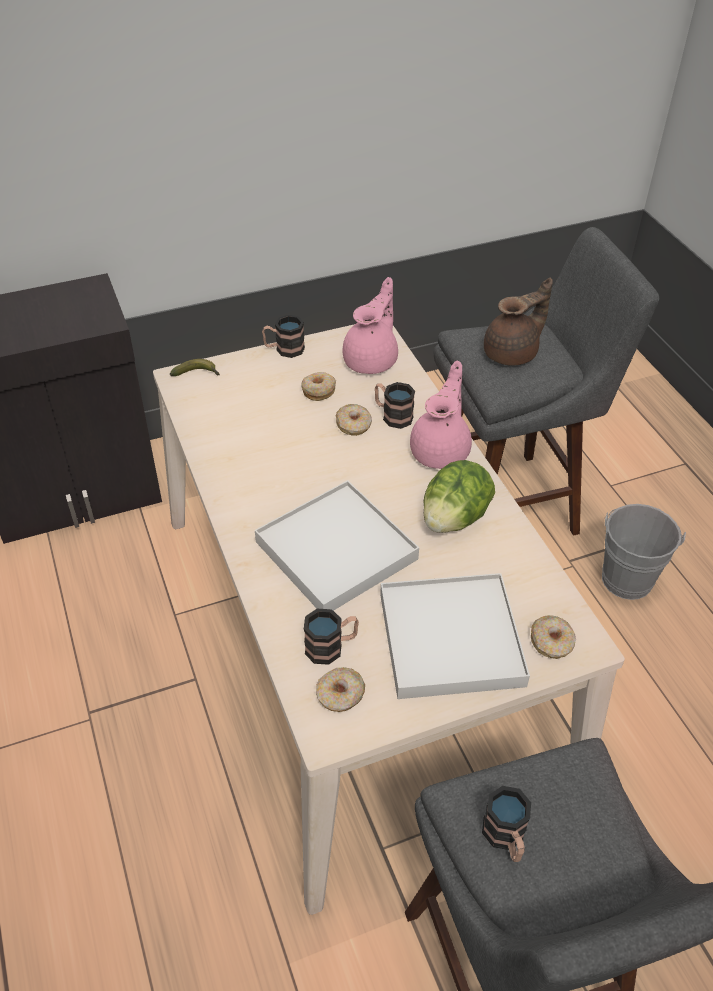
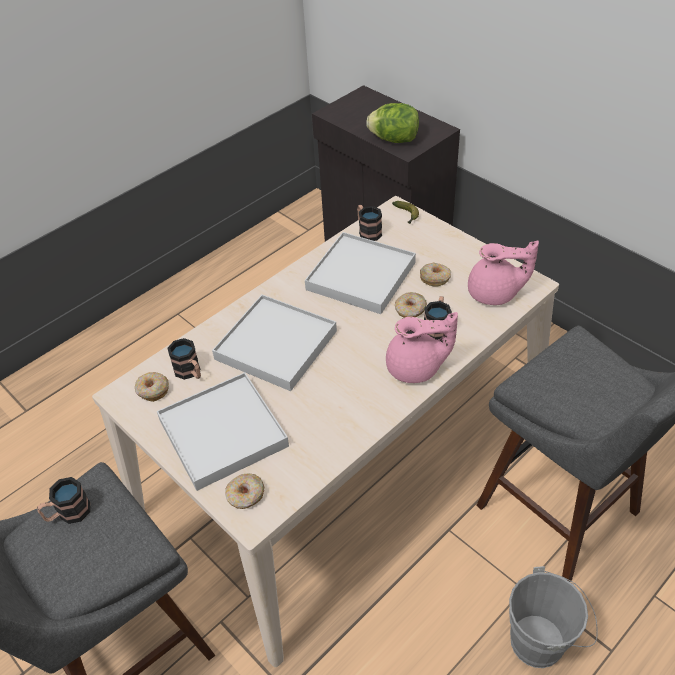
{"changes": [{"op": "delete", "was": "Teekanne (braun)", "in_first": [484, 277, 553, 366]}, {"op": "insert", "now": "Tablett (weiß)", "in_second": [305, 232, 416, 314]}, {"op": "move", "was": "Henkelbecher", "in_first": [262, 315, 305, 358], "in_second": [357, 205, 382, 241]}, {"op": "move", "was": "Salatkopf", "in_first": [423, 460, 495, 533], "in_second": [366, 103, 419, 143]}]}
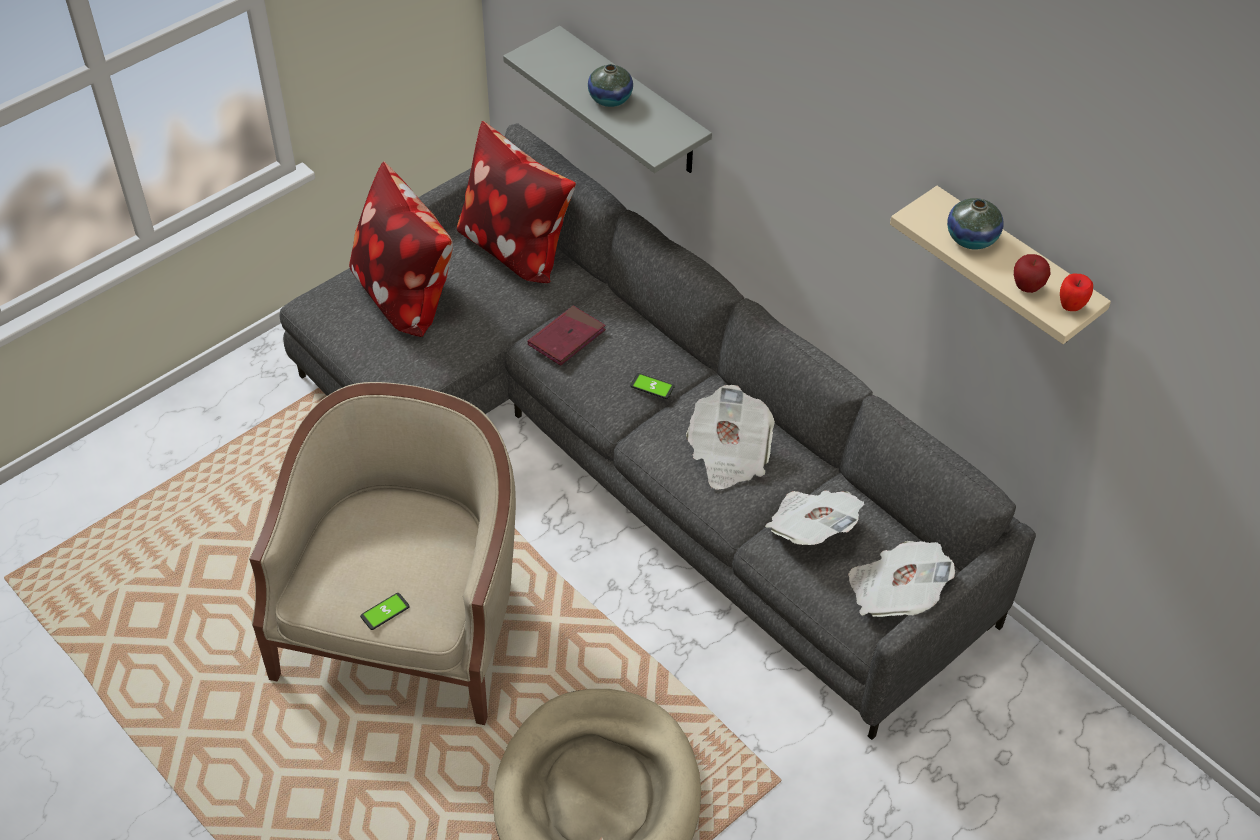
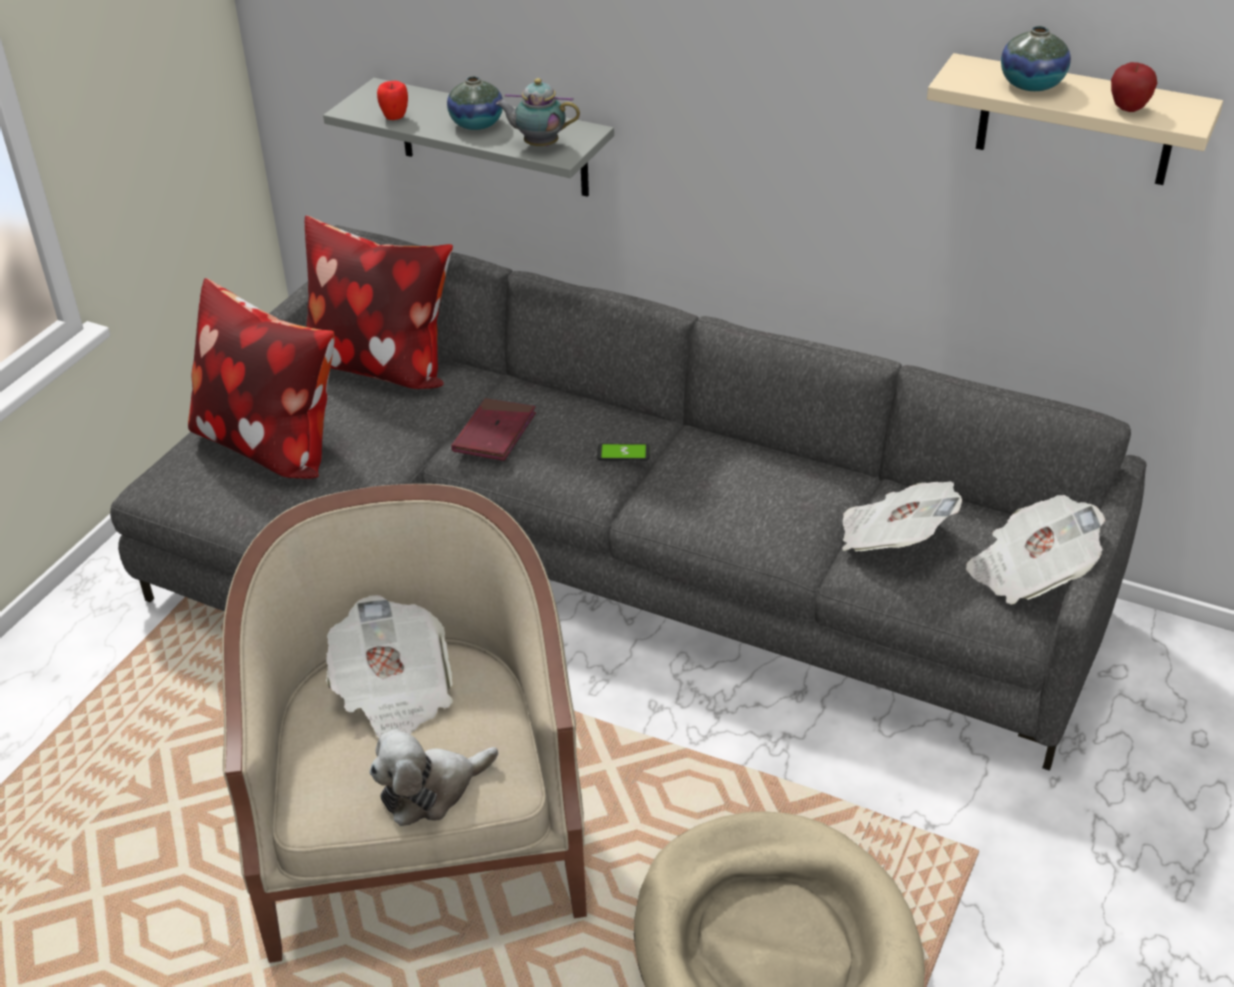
{"changes": [{"op": "insert", "now": "Teekanne", "in_second": [496, 78, 580, 146]}, {"op": "move", "was": "Zeitung", "in_first": [686, 385, 775, 490], "in_second": [326, 595, 453, 738]}, {"op": "move", "was": "Apfel", "in_first": [1060, 273, 1093, 311], "in_second": [377, 81, 408, 120]}, {"op": "replace", "was": "Handy", "now": "Plüschtier", "in_first": [360, 593, 410, 630], "in_second": [369, 729, 498, 826]}]}
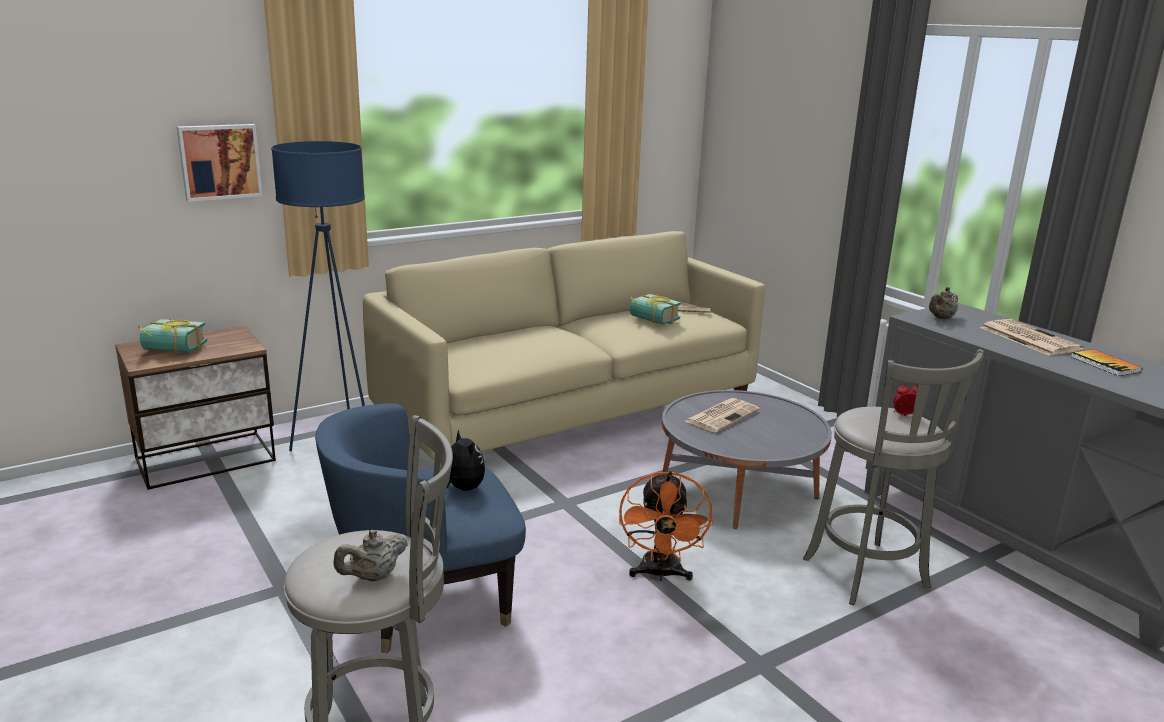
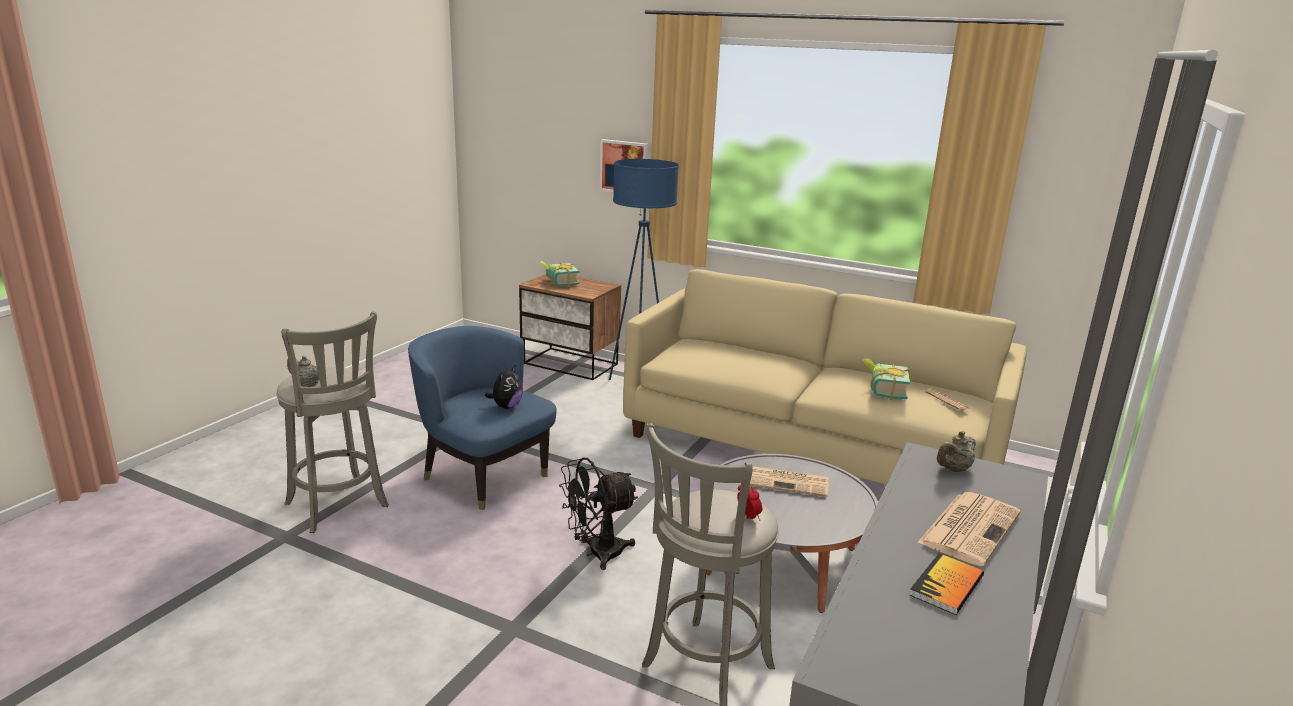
{"changes": [{"op": "recolor", "was": "Ventilator (orange)", "now": "Ventilator (schwarz)", "in_first": [619, 471, 713, 581], "in_second": [559, 458, 638, 570]}, {"op": "rotate", "was": "Teekanne (beige)", "in_first": [929, 287, 958, 319], "in_second": [937, 431, 976, 472], "clockwise": -60}]}
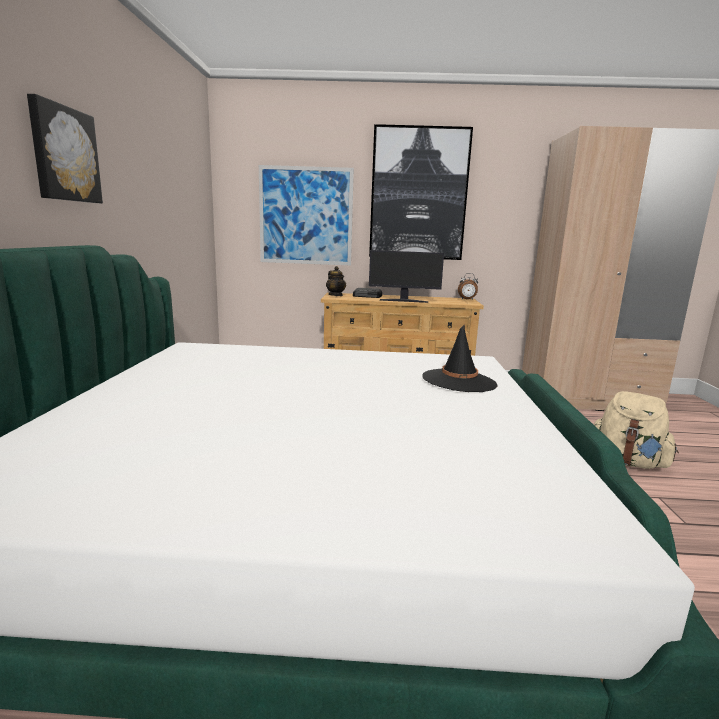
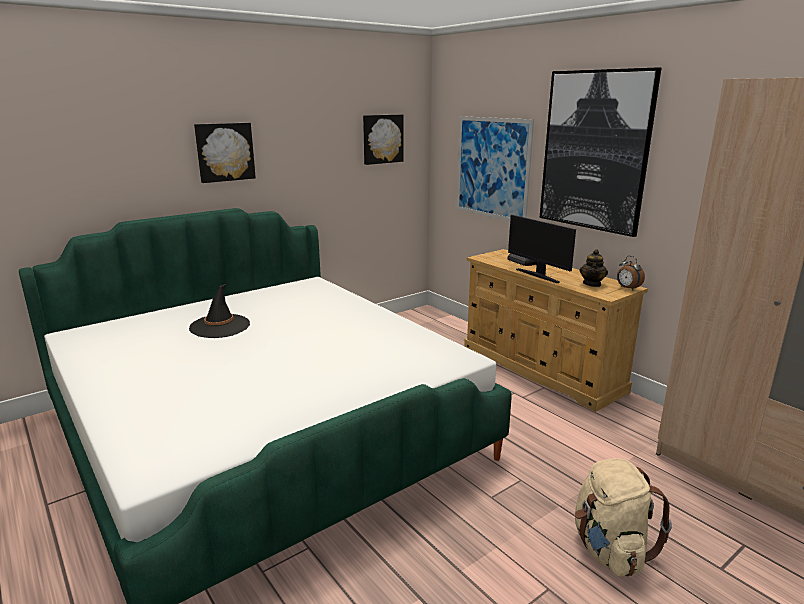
{"changes": [{"op": "insert", "now": "Bild", "in_second": [363, 114, 404, 165]}, {"op": "move", "was": "Teekanne", "in_first": [326, 266, 346, 296], "in_second": [579, 249, 608, 287]}, {"op": "move", "was": "Hut (schwarz)", "in_first": [422, 324, 497, 392], "in_second": [189, 284, 250, 338]}]}
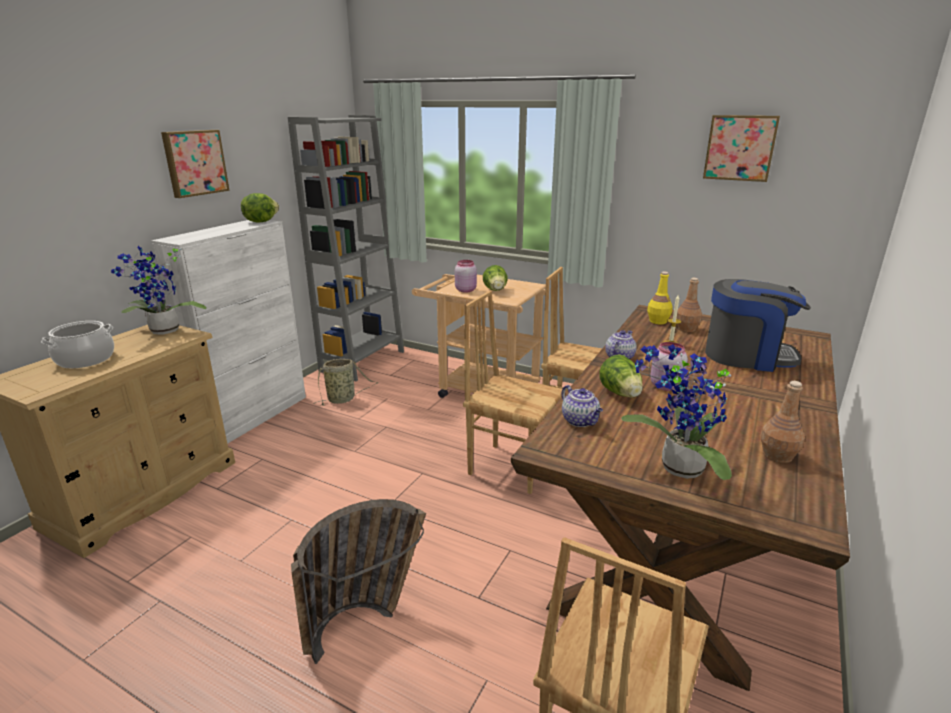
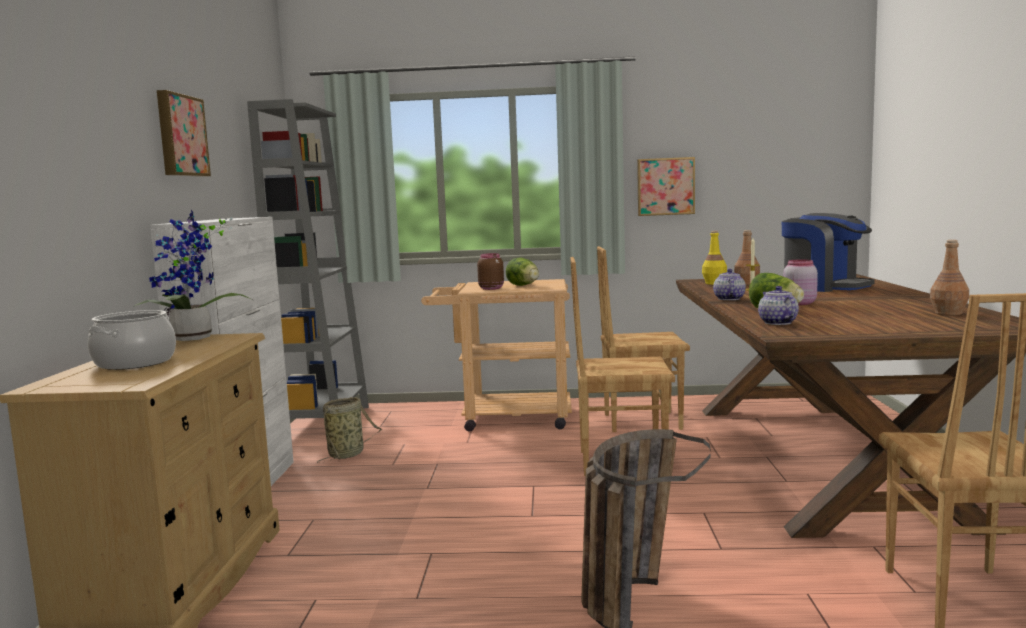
{"changes": [{"op": "delete", "was": "Salatkopf", "in_first": [241, 193, 279, 222]}, {"op": "delete", "was": "Topfpflanze", "in_first": [621, 344, 732, 480]}, {"op": "move", "was": "Bild", "in_first": [703, 115, 780, 182], "in_second": [637, 157, 695, 216]}, {"op": "recolor", "was": "Vorratsglas (rosa)", "now": "Vorratsglas (braun)", "in_first": [455, 260, 477, 293], "in_second": [477, 253, 504, 290]}, {"op": "rotate", "was": "Teekanne", "in_first": [562, 385, 603, 427], "in_second": [758, 286, 799, 325], "clockwise": -135}, {"op": "rotate", "was": "Kaffeemaschine", "in_first": [705, 279, 811, 372], "in_second": [782, 213, 875, 292], "clockwise": 60}]}
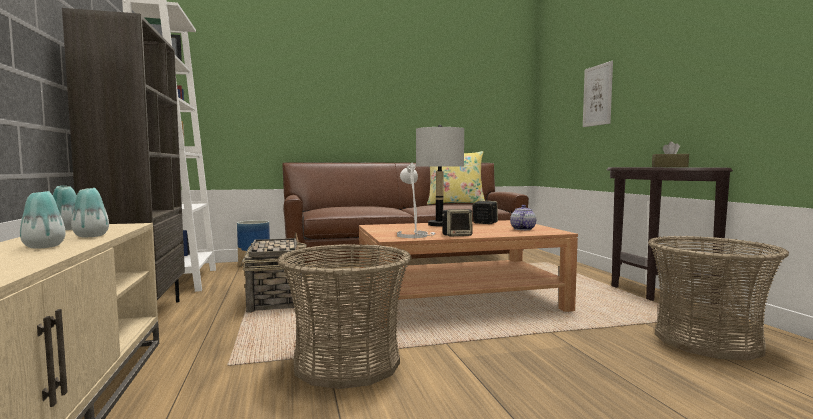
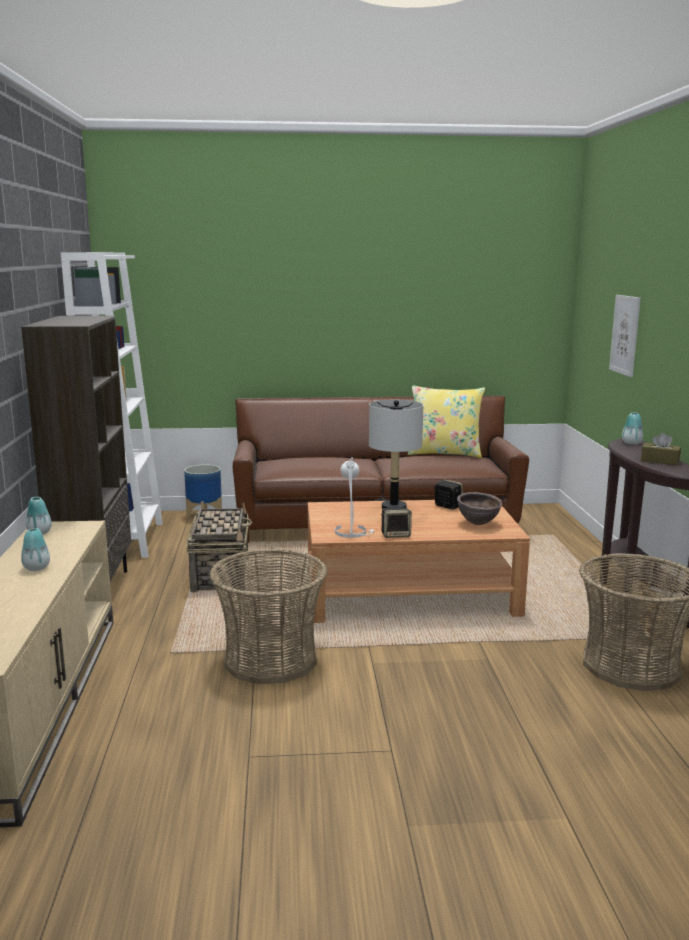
{"changes": [{"op": "move", "was": "Vase", "in_first": [71, 188, 109, 237], "in_second": [622, 412, 643, 445]}, {"op": "replace", "was": "Teekanne", "now": "Schüssel (braun)", "in_first": [510, 205, 536, 230], "in_second": [457, 492, 502, 525]}]}
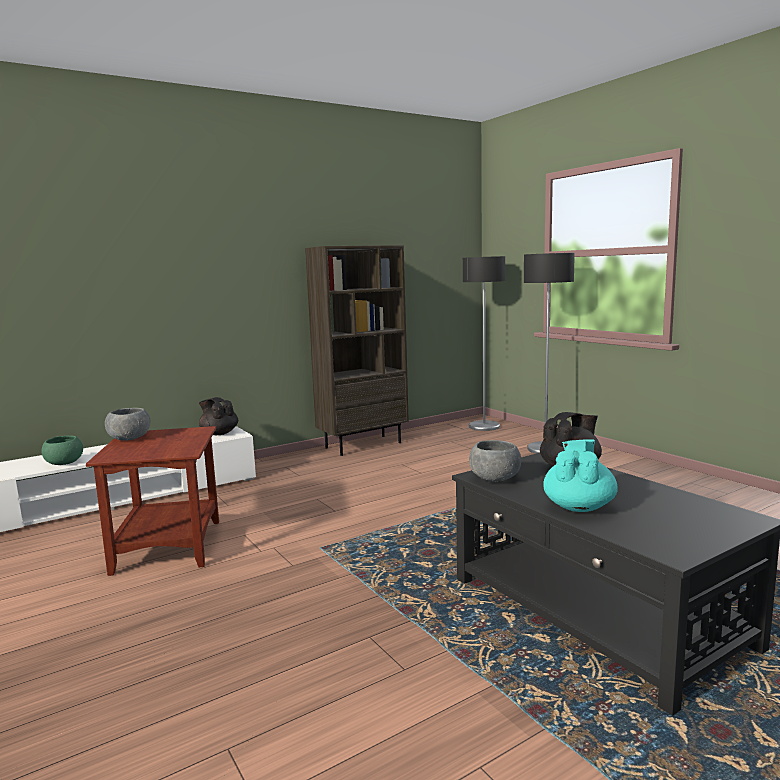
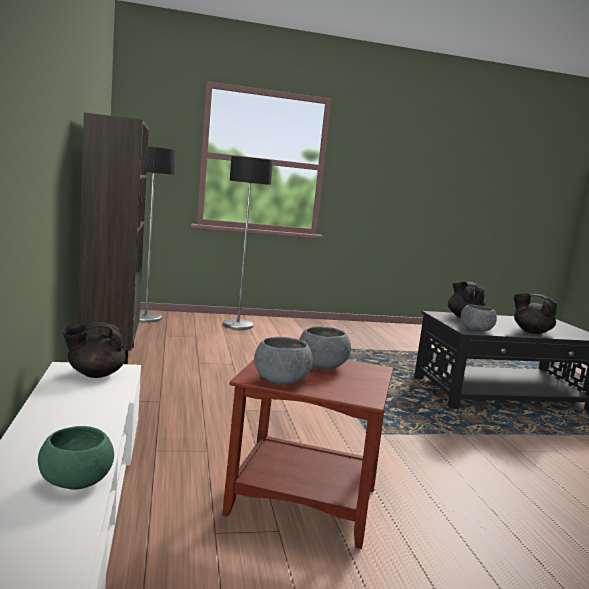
{"changes": [{"op": "insert", "now": "Schüssel (grau)", "in_second": [299, 326, 351, 369]}, {"op": "recolor", "was": "Teekanne (türkis)", "now": "Teekanne (schwarz)", "in_first": [543, 439, 618, 512], "in_second": [513, 293, 557, 334]}]}
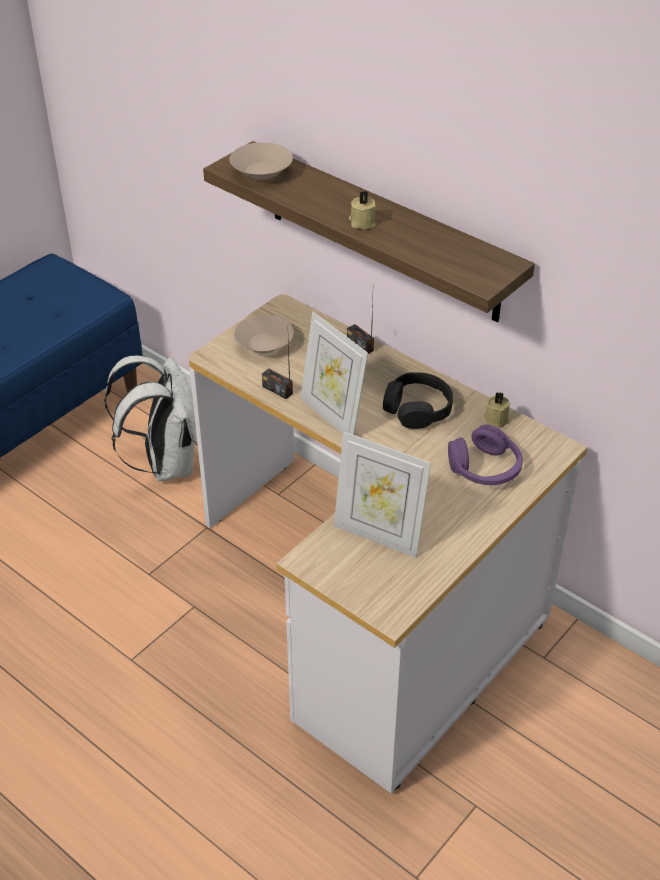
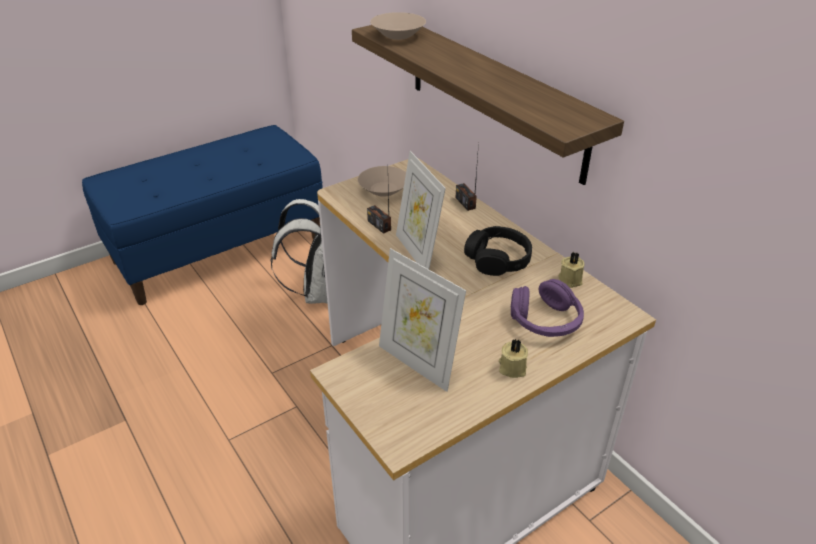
{"changes": [{"op": "move", "was": "Kerze (beige)", "in_first": [349, 191, 376, 229], "in_second": [499, 339, 528, 378]}]}
